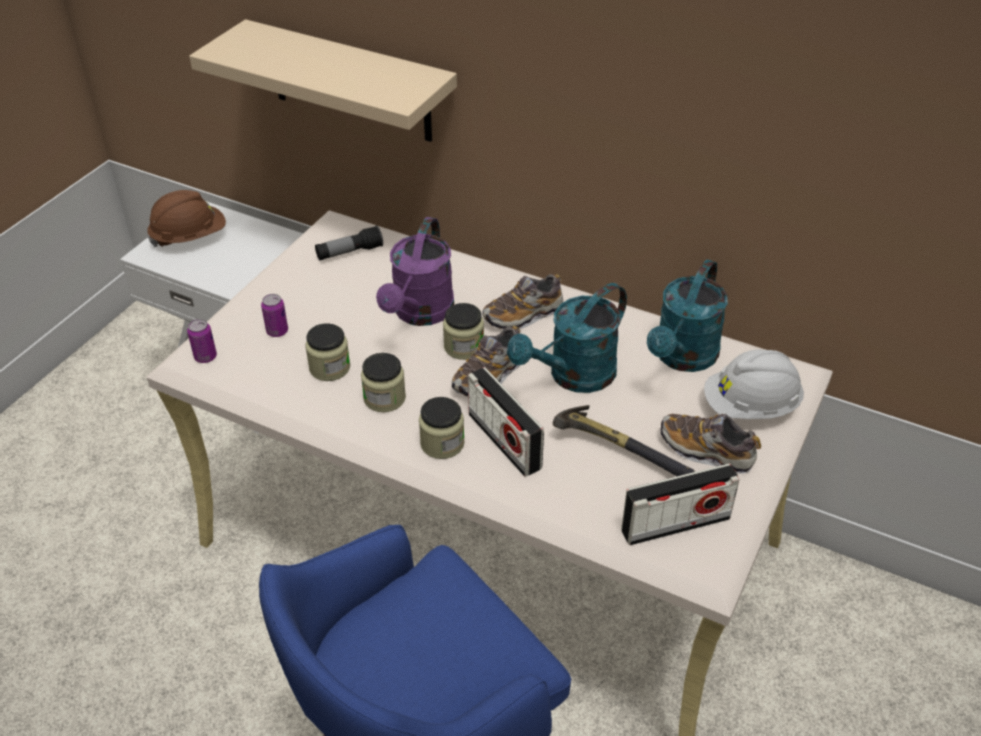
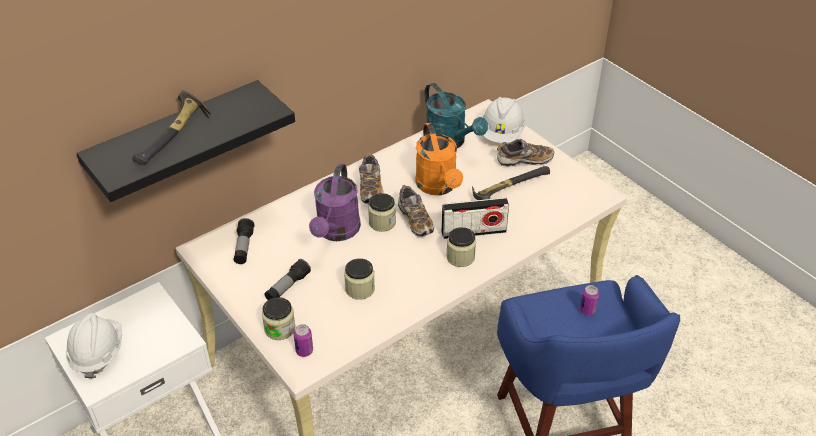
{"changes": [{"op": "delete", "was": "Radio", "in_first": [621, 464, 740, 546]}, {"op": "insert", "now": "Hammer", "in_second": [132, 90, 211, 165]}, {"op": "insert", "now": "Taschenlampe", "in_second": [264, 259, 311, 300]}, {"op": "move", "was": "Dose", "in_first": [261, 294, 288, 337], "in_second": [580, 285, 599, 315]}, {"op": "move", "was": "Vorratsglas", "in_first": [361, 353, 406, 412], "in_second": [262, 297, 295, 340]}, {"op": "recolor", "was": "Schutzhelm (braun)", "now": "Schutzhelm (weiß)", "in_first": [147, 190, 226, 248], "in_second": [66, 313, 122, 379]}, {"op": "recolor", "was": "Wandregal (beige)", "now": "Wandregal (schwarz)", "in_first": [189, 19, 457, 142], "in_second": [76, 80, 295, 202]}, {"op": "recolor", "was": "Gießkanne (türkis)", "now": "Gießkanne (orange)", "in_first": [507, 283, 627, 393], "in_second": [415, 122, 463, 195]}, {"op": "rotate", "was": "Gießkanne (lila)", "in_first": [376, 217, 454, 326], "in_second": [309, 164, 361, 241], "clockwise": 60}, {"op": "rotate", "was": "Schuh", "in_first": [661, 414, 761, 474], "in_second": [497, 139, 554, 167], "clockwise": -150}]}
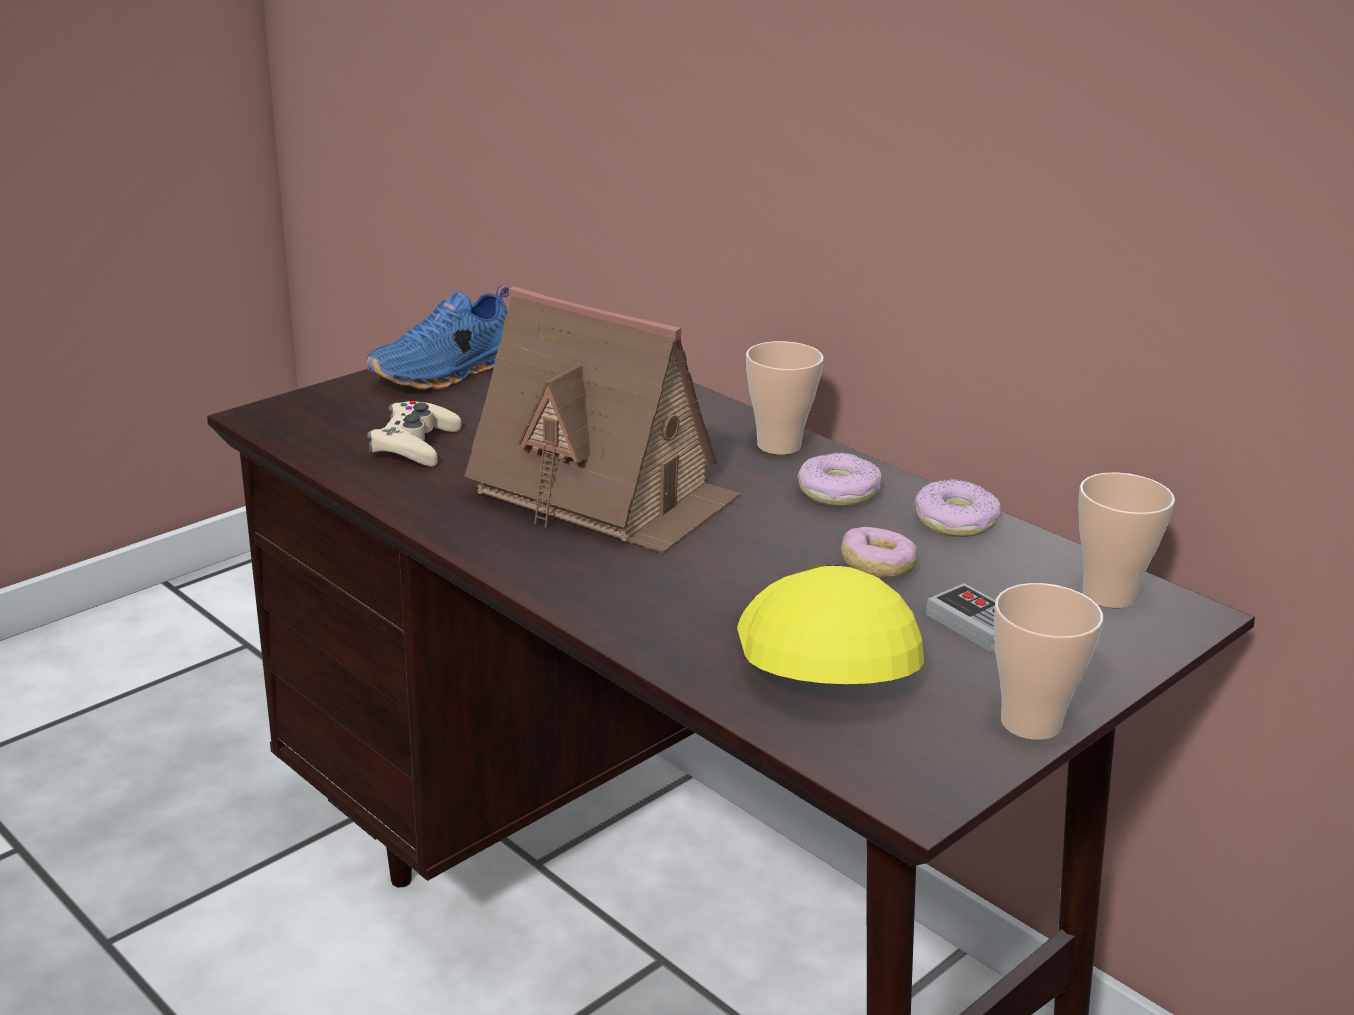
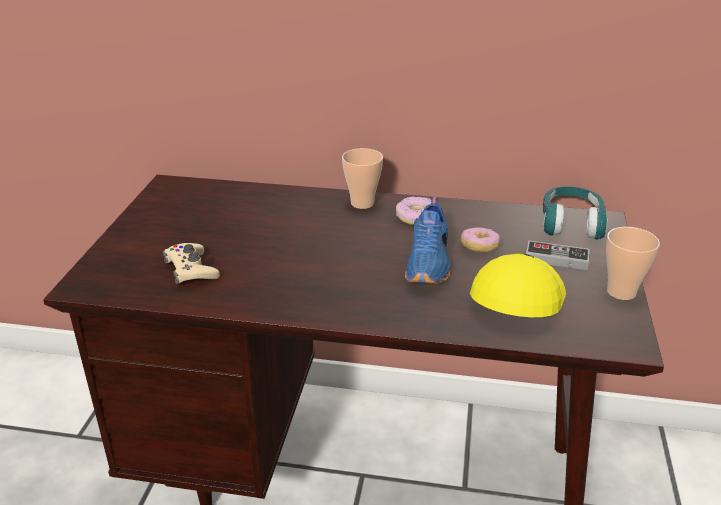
{"changes": [{"op": "delete", "was": "Spielzeughaus", "in_first": [464, 287, 741, 553]}, {"op": "delete", "was": "Donut", "in_first": [915, 479, 1001, 537]}, {"op": "move", "was": "Schuh (blau)", "in_first": [366, 285, 509, 389], "in_second": [405, 197, 450, 284]}, {"op": "replace", "was": "Tasse", "now": "Kopfhörer (türkis)", "in_first": [1078, 473, 1175, 608], "in_second": [543, 186, 607, 240]}, {"op": "rotate", "was": "Kappe (gelb)", "in_first": [737, 565, 924, 684], "in_second": [470, 253, 566, 317], "clockwise": 60}]}
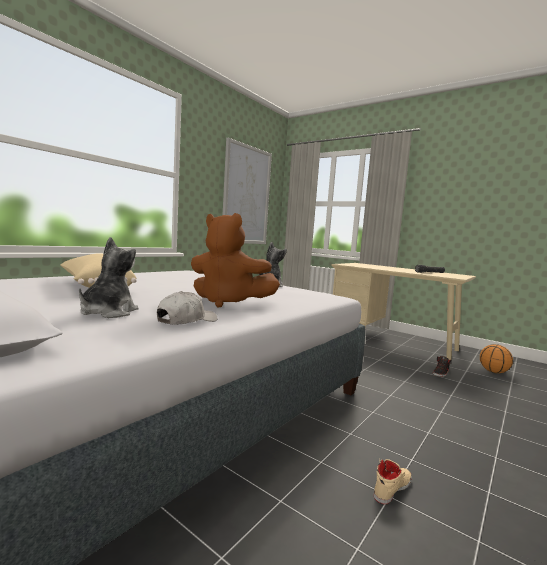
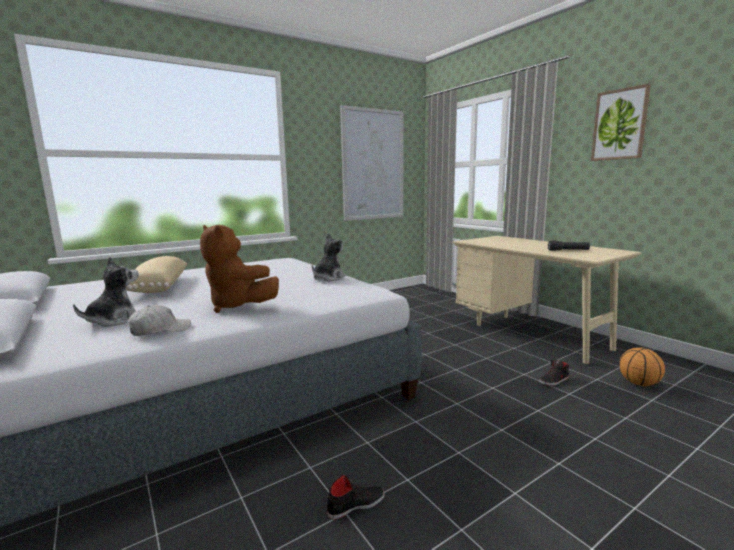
{"changes": [{"op": "insert", "now": "Bild", "in_second": [591, 84, 651, 161]}, {"op": "recolor", "was": "Schuh (beige)", "now": "Schuh (schwarz)", "in_first": [374, 459, 412, 504], "in_second": [327, 474, 385, 520]}]}
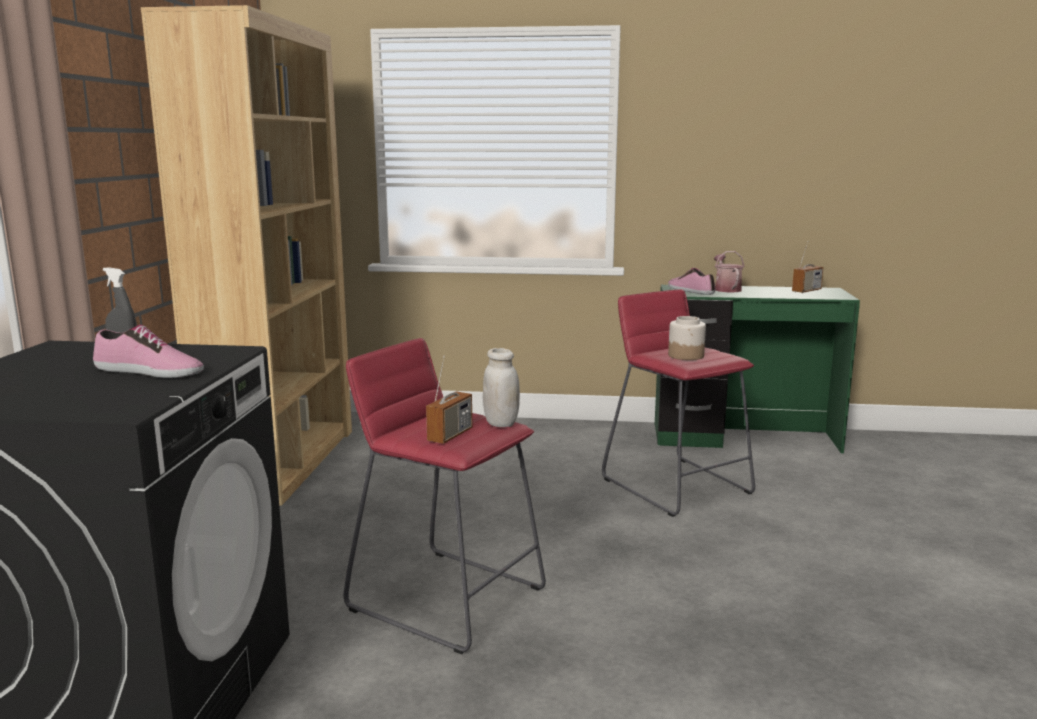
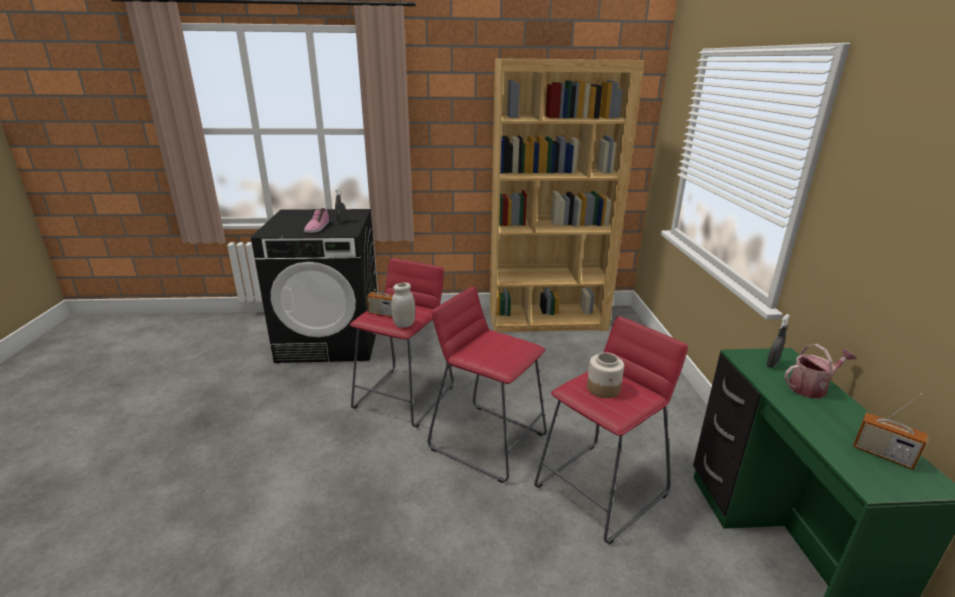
{"changes": [{"op": "insert", "now": "Hocker (rot)", "in_second": [428, 286, 547, 483]}, {"op": "replace", "was": "Schuh", "now": "Sprühflasche (grau)", "in_first": [668, 268, 715, 295], "in_second": [766, 314, 790, 368]}]}
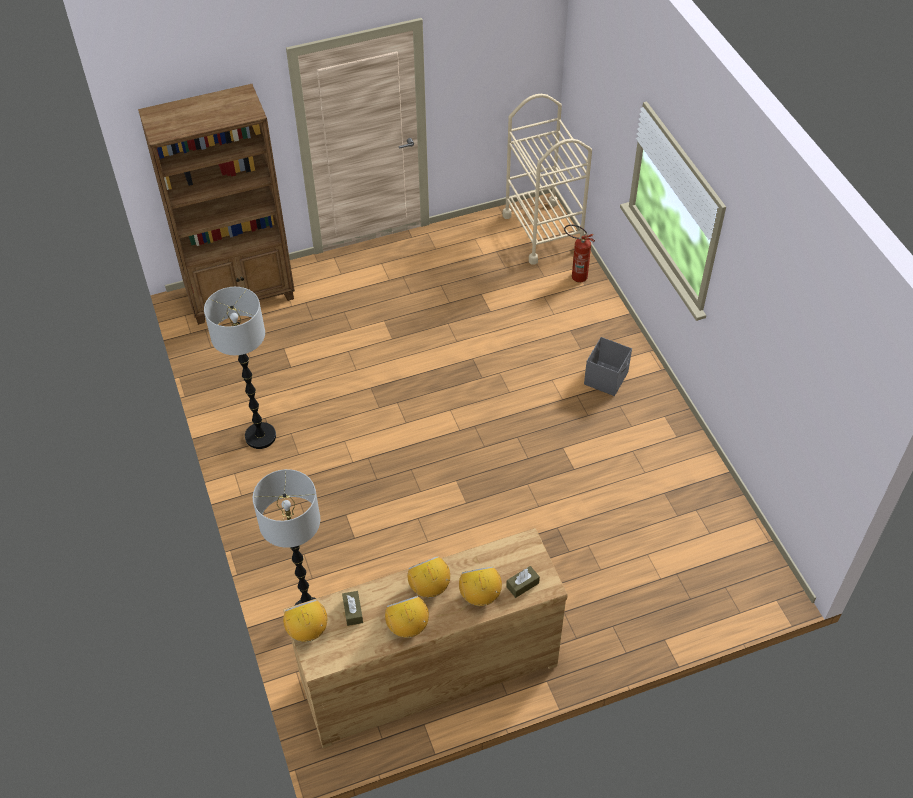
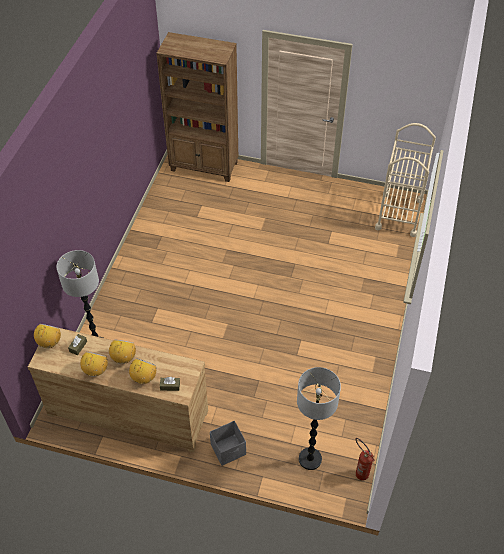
{"changes": [{"op": "move", "was": "Stehlampe", "in_first": [204, 287, 276, 449], "in_second": [297, 367, 341, 470]}, {"op": "move", "was": "Feuerlöscher", "in_first": [564, 224, 595, 283], "in_second": [356, 438, 375, 480]}, {"op": "move", "was": "Aufbewahrungsbox (grau)", "in_first": [584, 337, 632, 396], "in_second": [210, 421, 246, 466]}]}
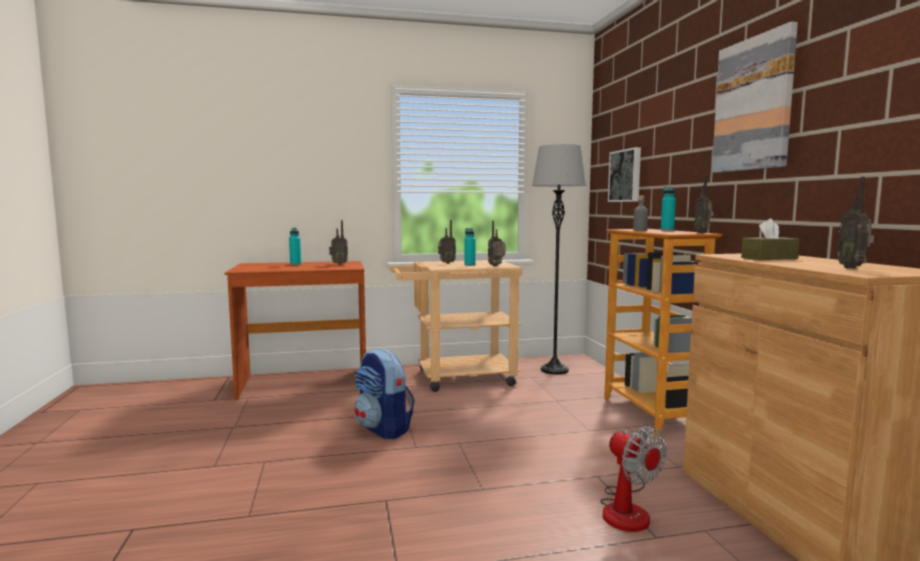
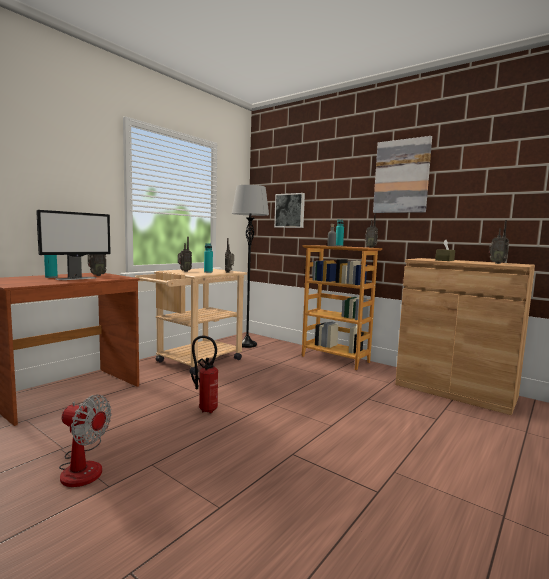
{"changes": [{"op": "insert", "now": "Monitor", "in_second": [36, 210, 111, 280]}, {"op": "move", "was": "Ventilator", "in_first": [600, 426, 667, 532], "in_second": [59, 395, 112, 487]}, {"op": "replace", "was": "Rucksack", "now": "Feuerlöscher", "in_first": [354, 349, 415, 439], "in_second": [191, 336, 218, 413]}]}
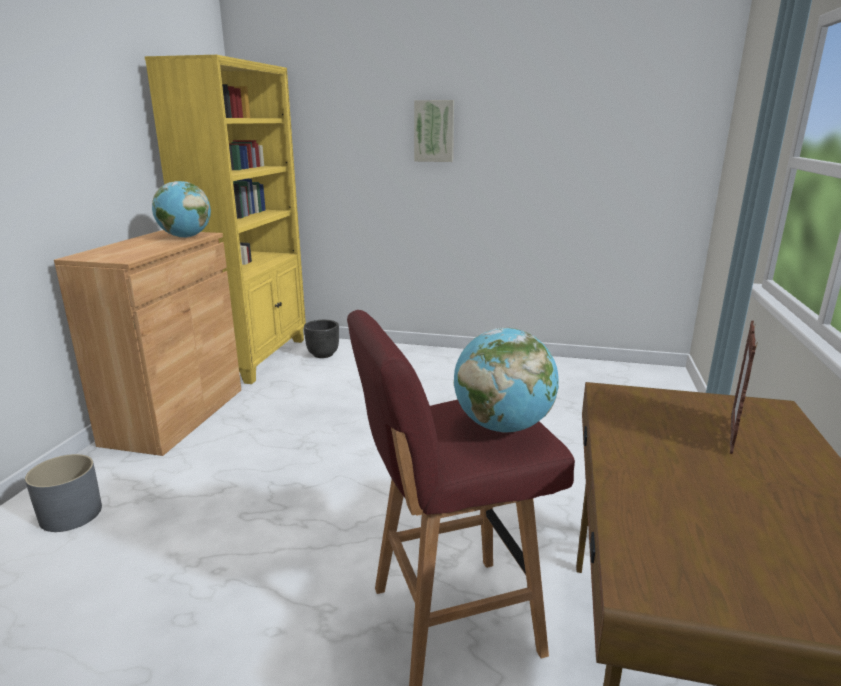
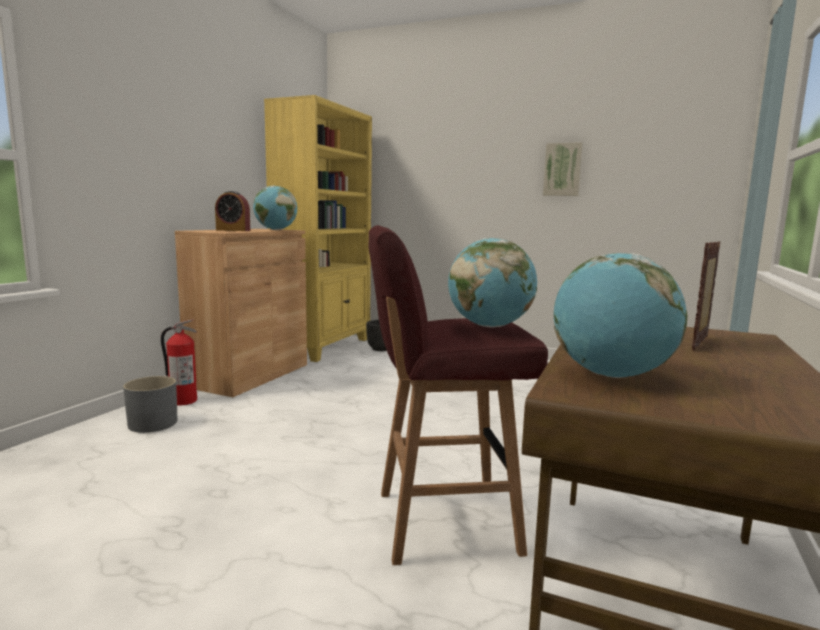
{"changes": [{"op": "insert", "now": "Feuerlöscher", "in_second": [161, 319, 197, 406]}, {"op": "insert", "now": "Wecker", "in_second": [215, 191, 250, 231]}, {"op": "insert", "now": "Globus", "in_second": [554, 253, 688, 378]}, {"op": "move", "was": "Bild", "in_first": [414, 100, 454, 162], "in_second": [543, 142, 583, 196]}]}
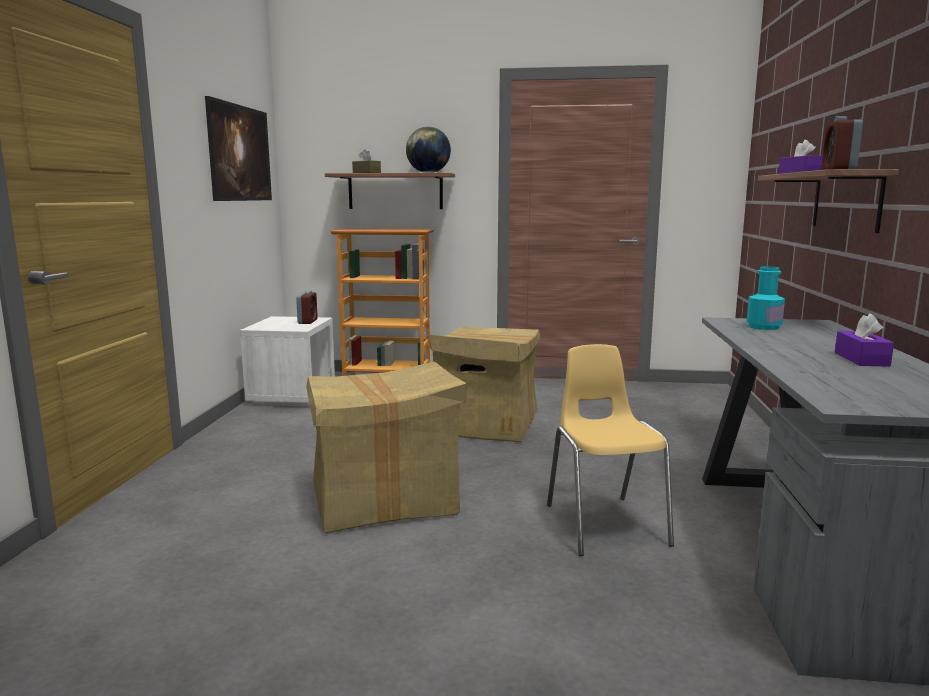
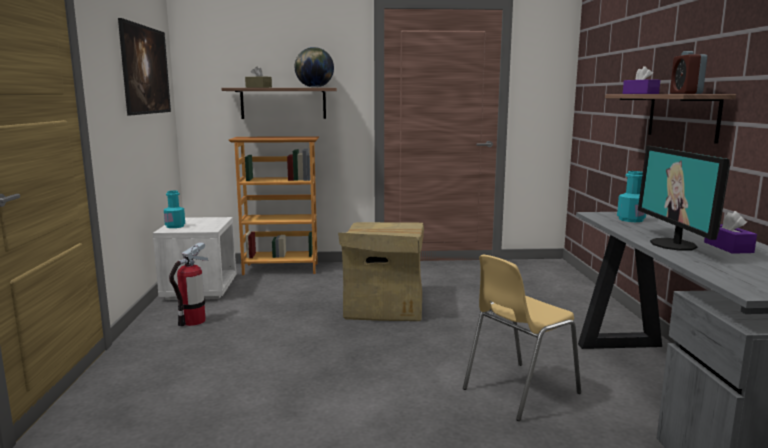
{"changes": [{"op": "delete", "was": "Wecker", "in_first": [296, 291, 318, 324]}, {"op": "delete", "was": "Karton", "in_first": [306, 362, 467, 533]}, {"op": "insert", "now": "Flasche (türkis)", "in_second": [164, 190, 185, 228]}, {"op": "insert", "now": "Feuerlöscher", "in_second": [169, 242, 208, 326]}, {"op": "insert", "now": "Monitor", "in_second": [638, 146, 730, 251]}, {"op": "rotate", "was": "Stuhl (gelb)", "in_first": [547, 344, 674, 556], "in_second": [463, 255, 581, 421], "clockwise": -105}]}
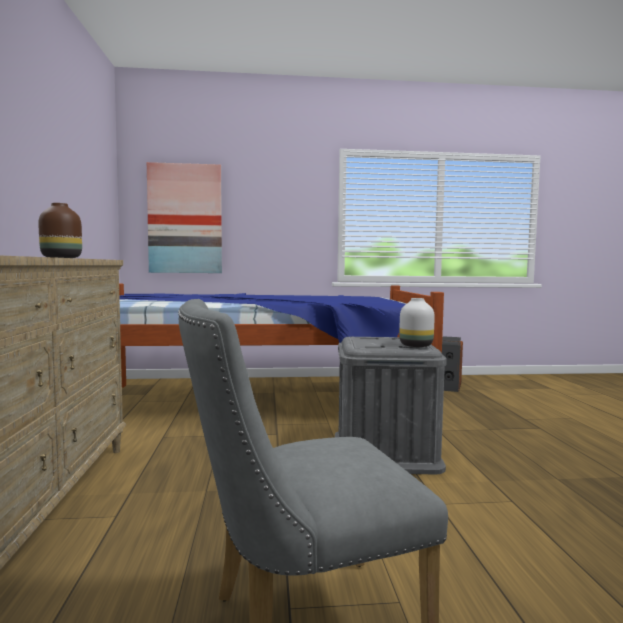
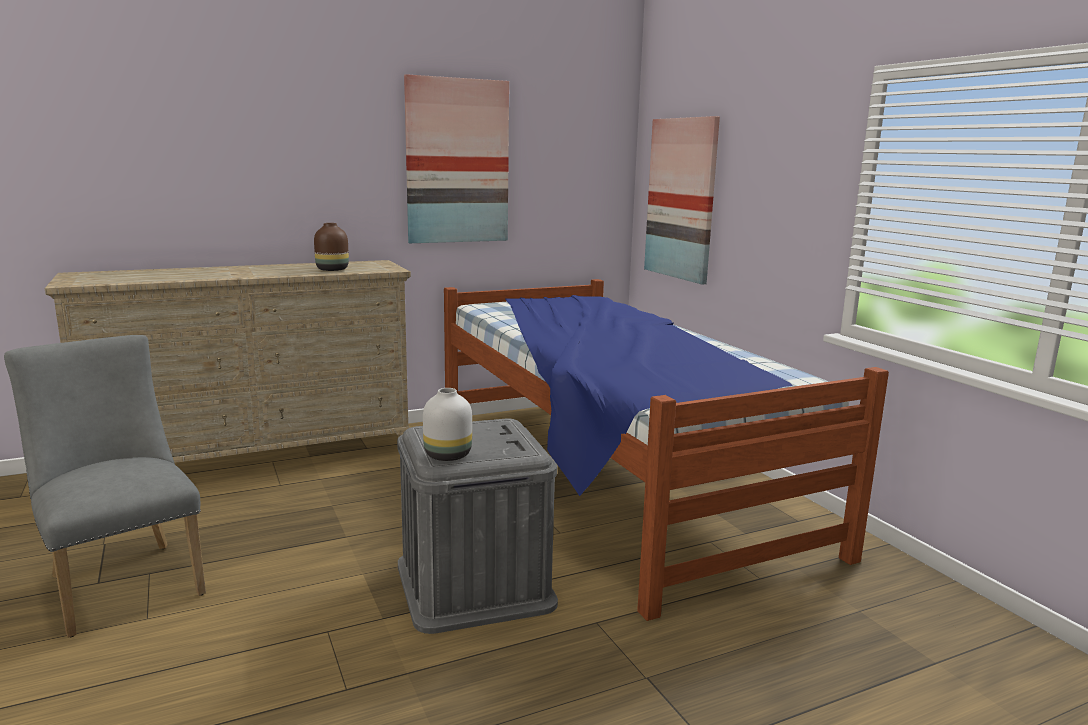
{"changes": [{"op": "delete", "was": "Lautsprecher", "in_first": [442, 336, 463, 392]}, {"op": "insert", "now": "Bild", "in_second": [404, 74, 509, 243]}]}
